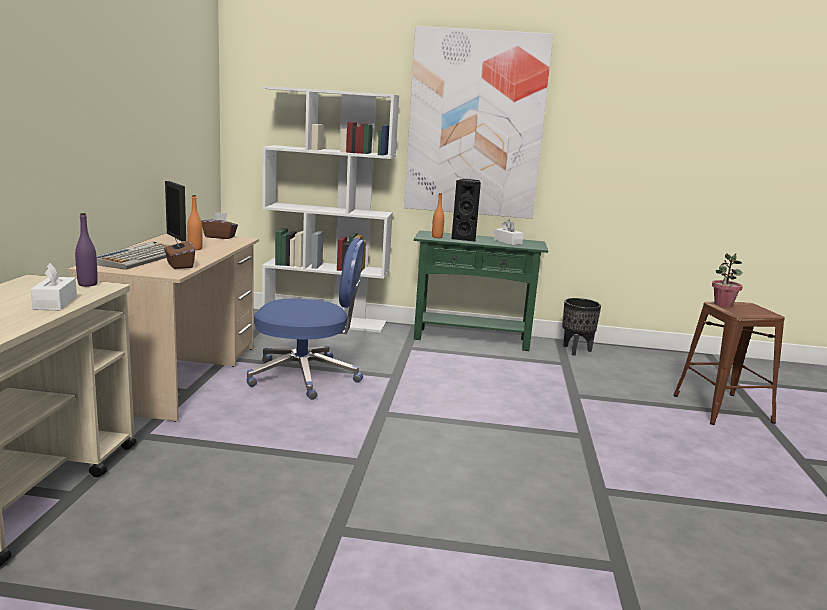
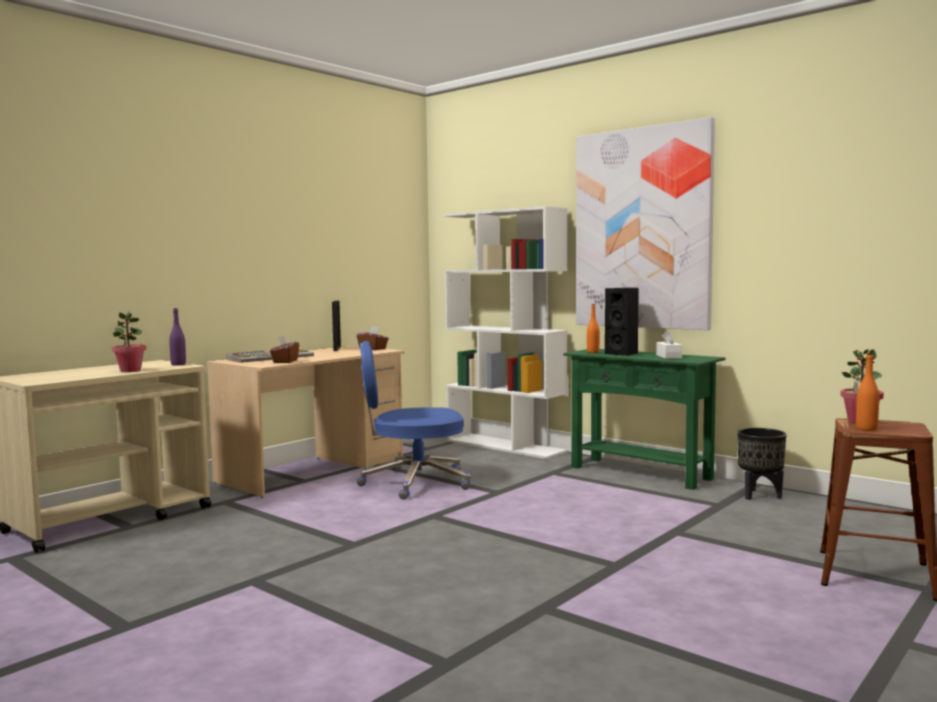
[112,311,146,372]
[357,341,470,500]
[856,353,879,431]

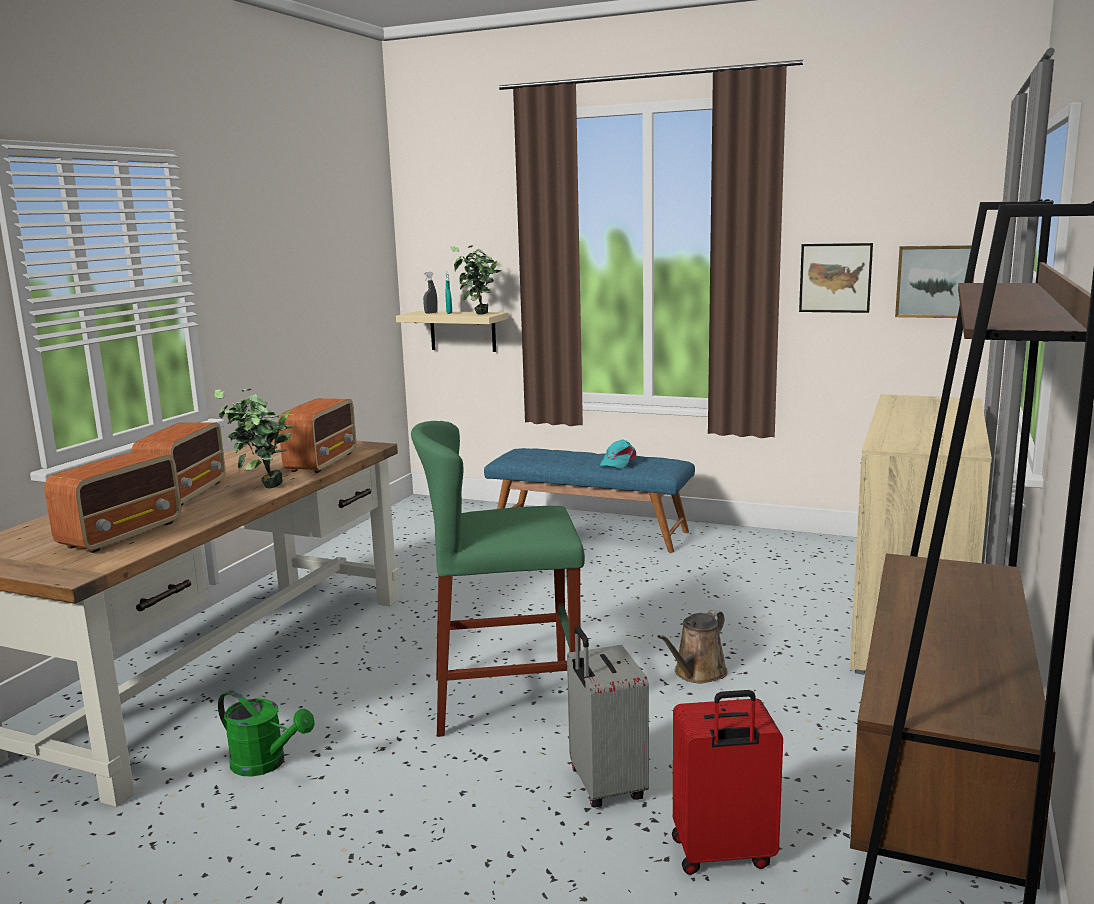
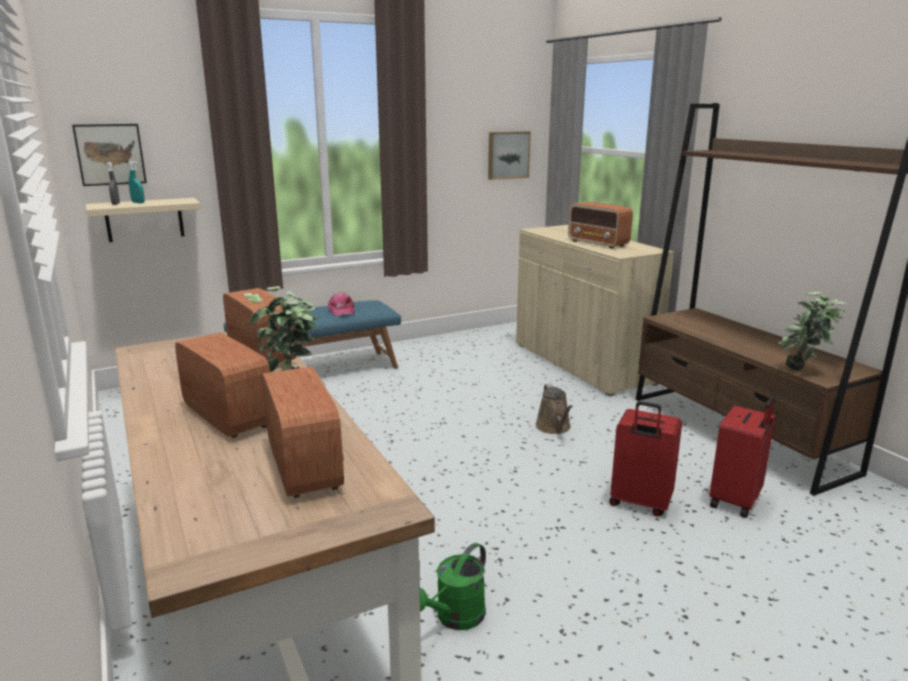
[72,124,147,186]
[328,292,355,316]
[420,543,486,630]
[568,202,633,249]
[609,401,682,516]
[778,292,848,370]
[411,421,585,737] (first image)

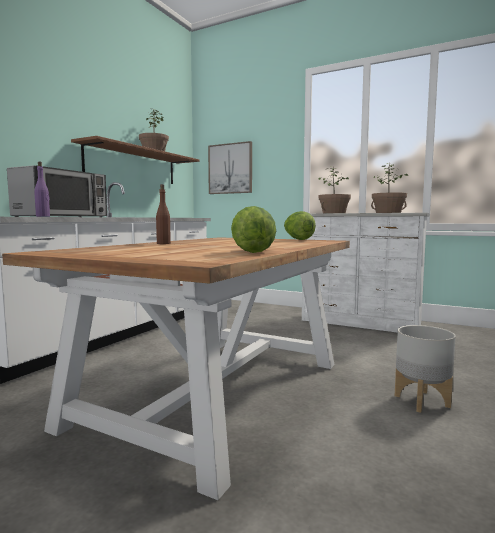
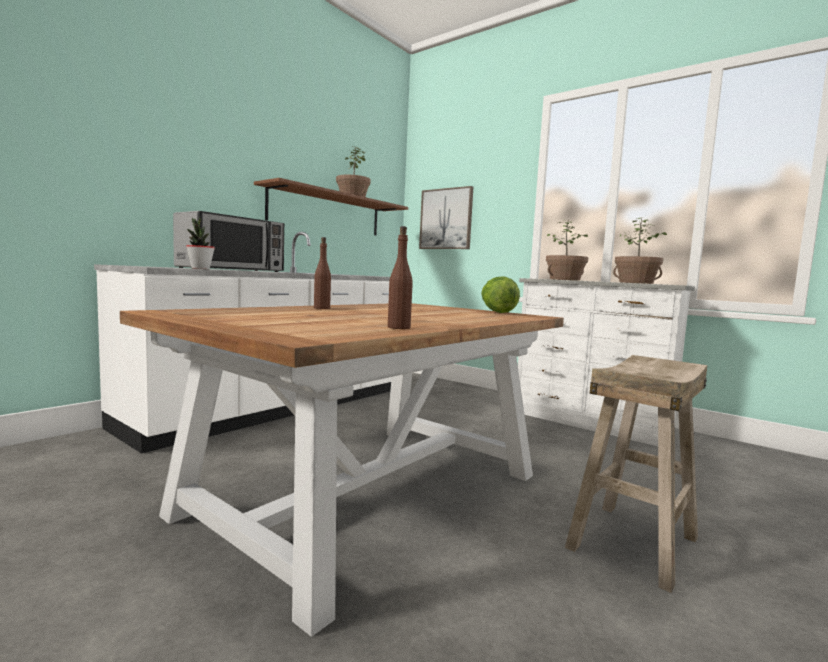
[186,218,215,270]
[388,226,413,329]
[565,355,707,593]

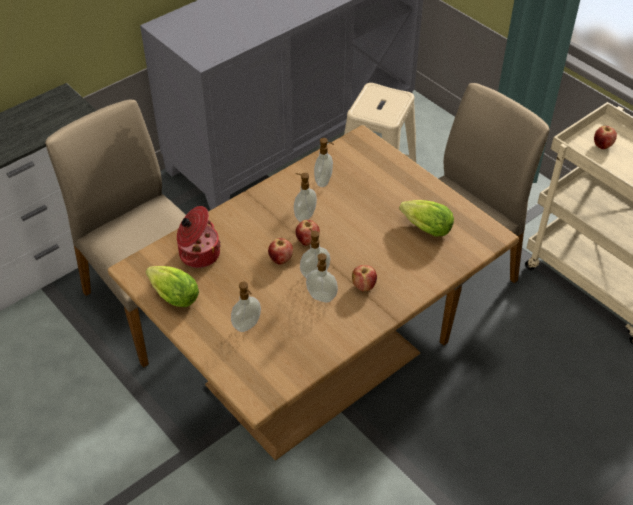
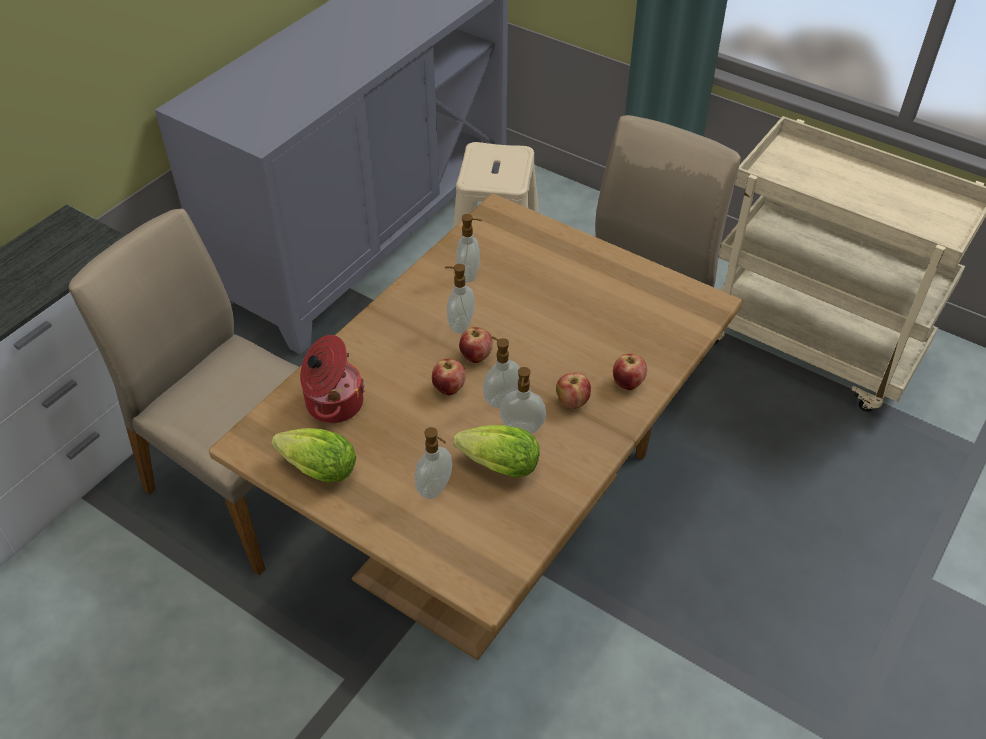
[453,425,540,478]
[613,354,647,390]

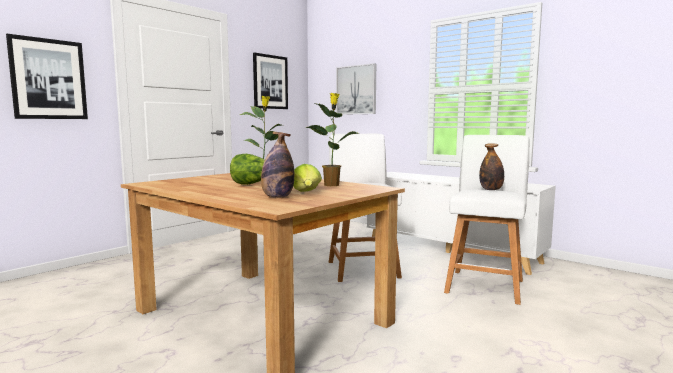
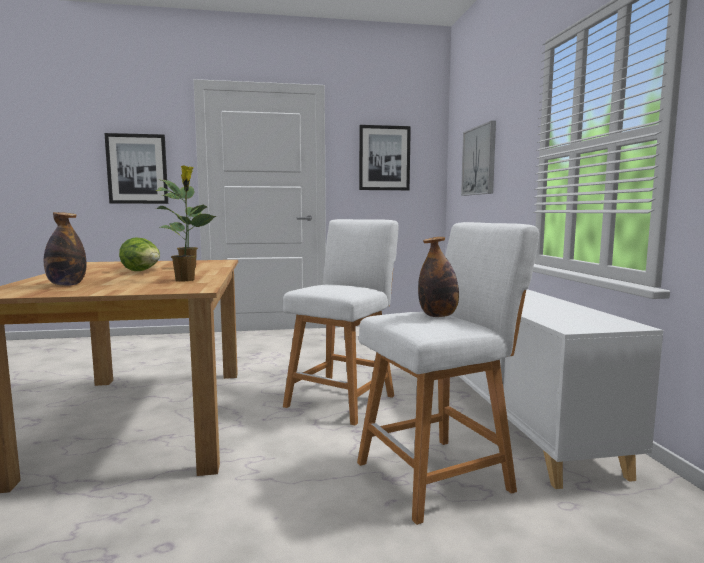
[293,164,322,192] (first image)

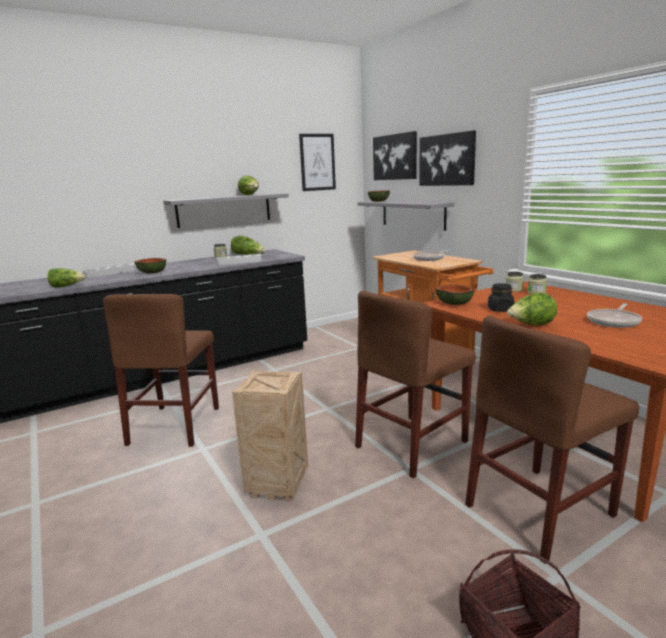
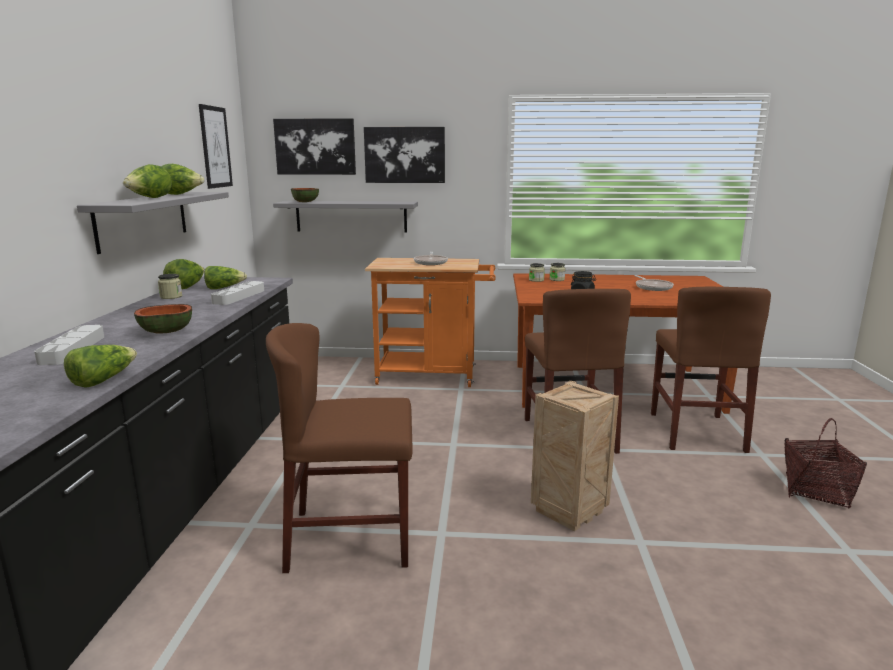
[123,164,172,198]
[266,323,413,573]
[436,285,474,305] (first image)

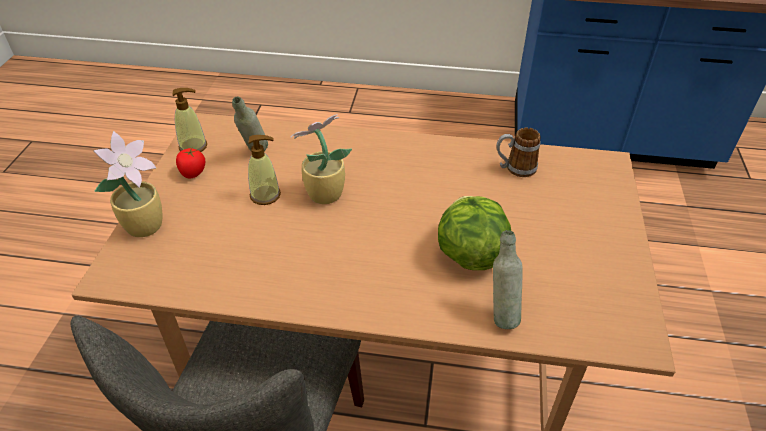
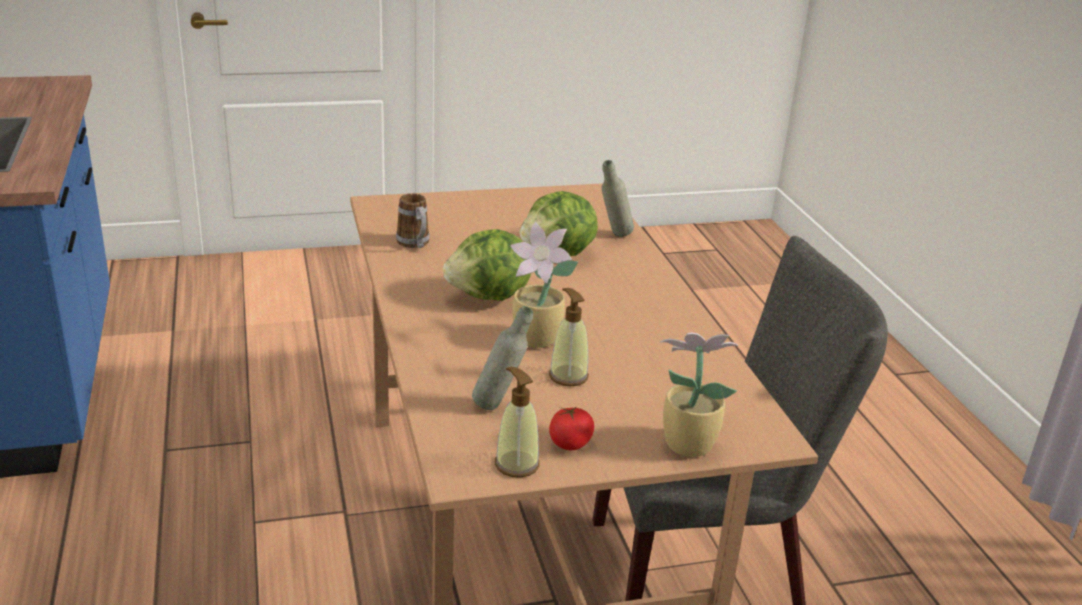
[443,229,531,301]

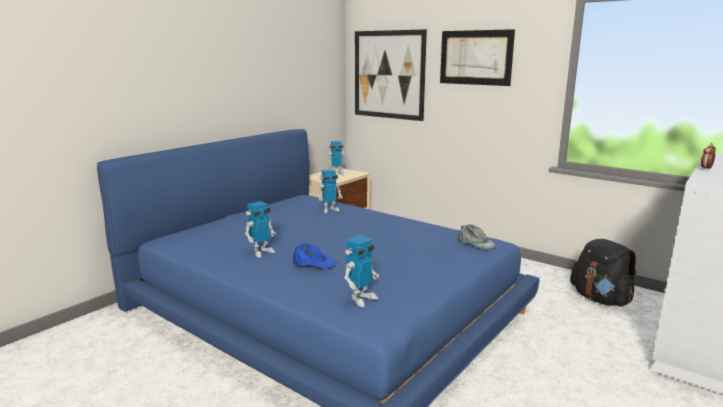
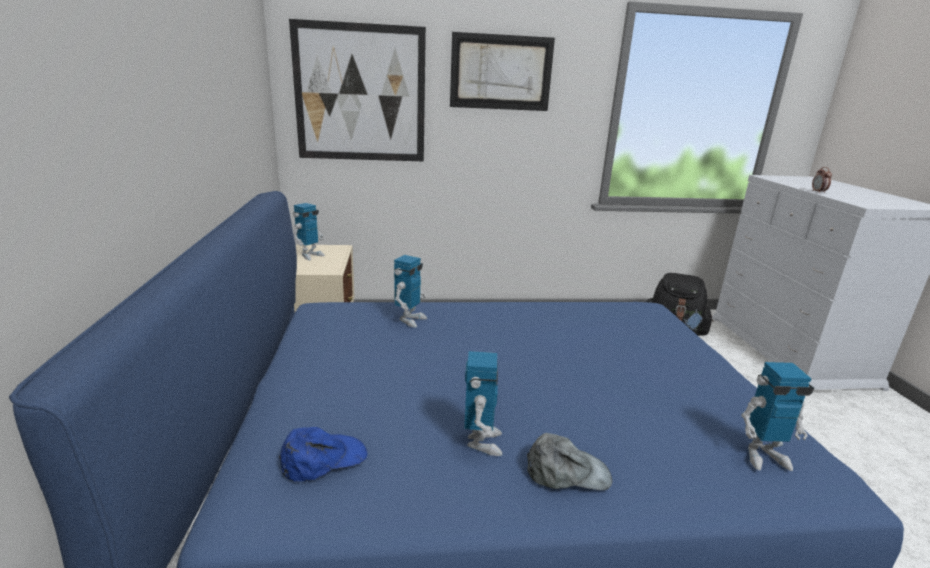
[279,427,367,481]
[527,433,612,490]
[741,362,814,471]

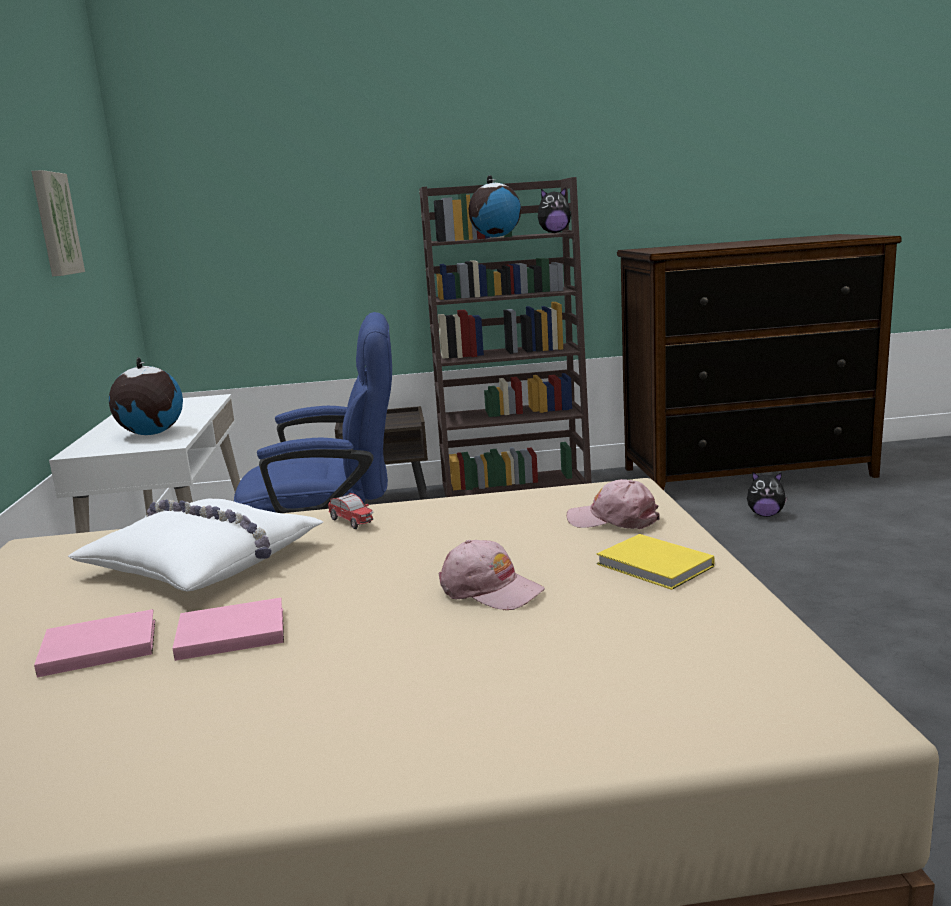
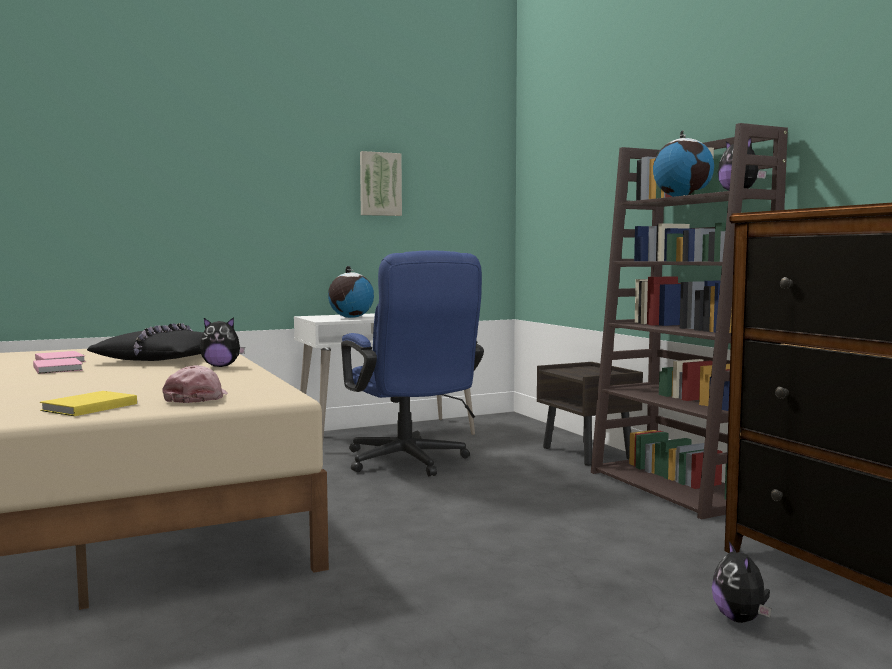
[87,323,204,361]
[200,317,245,367]
[439,540,545,610] (first image)

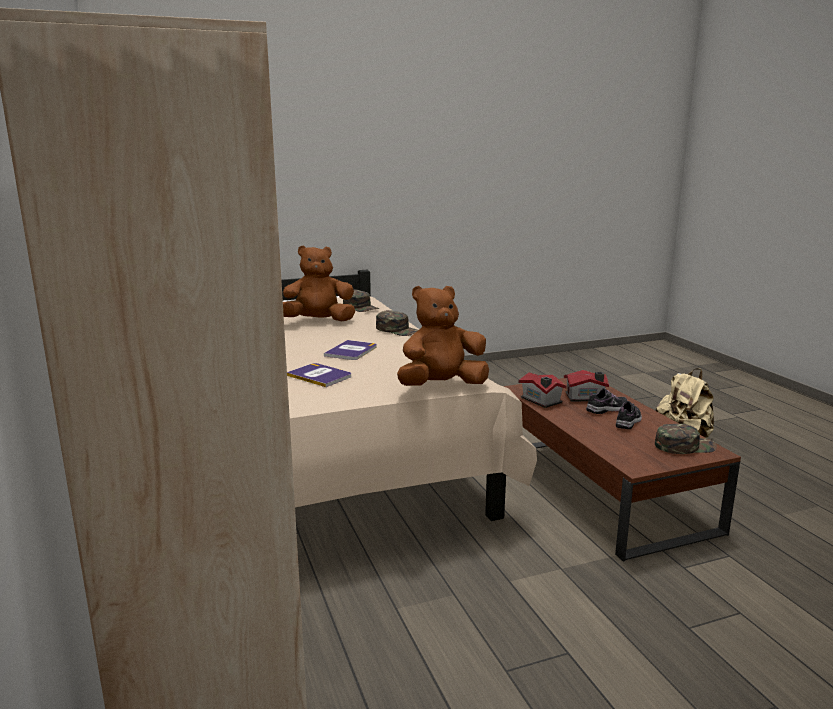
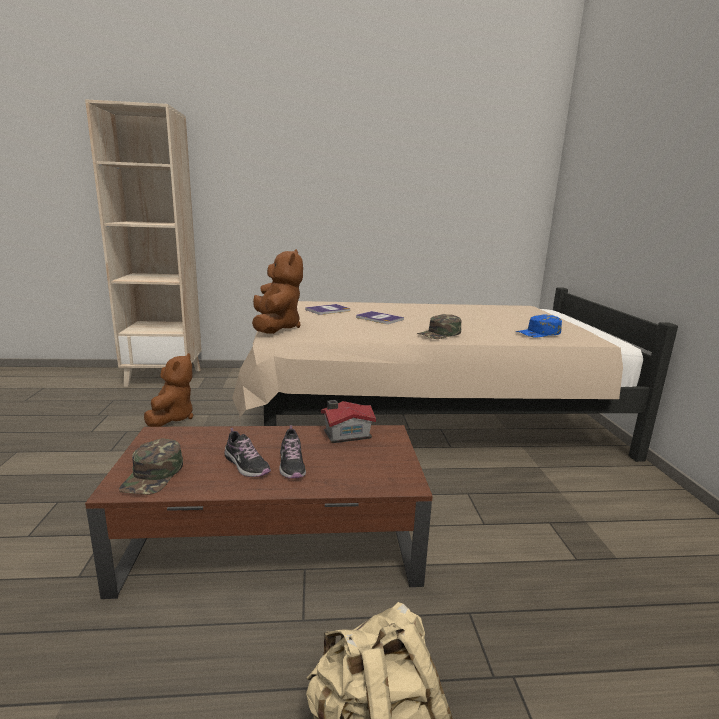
[144,353,193,427]
[515,315,562,338]
[564,370,609,401] (first image)

